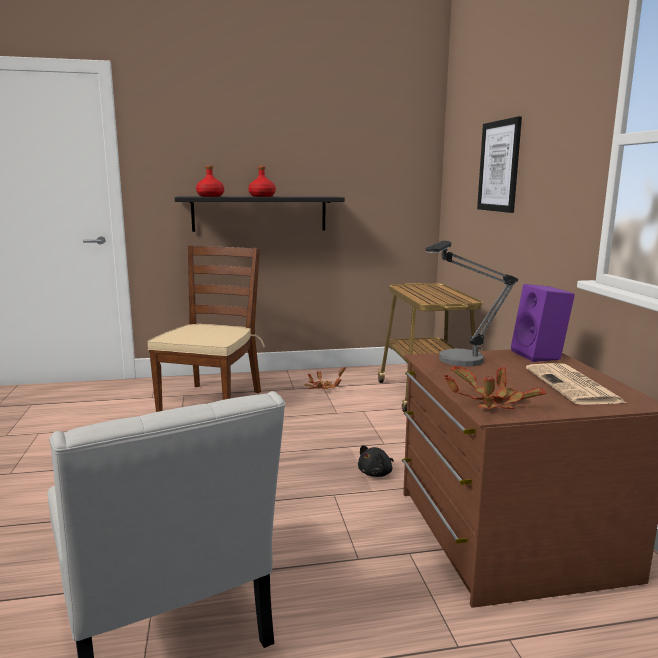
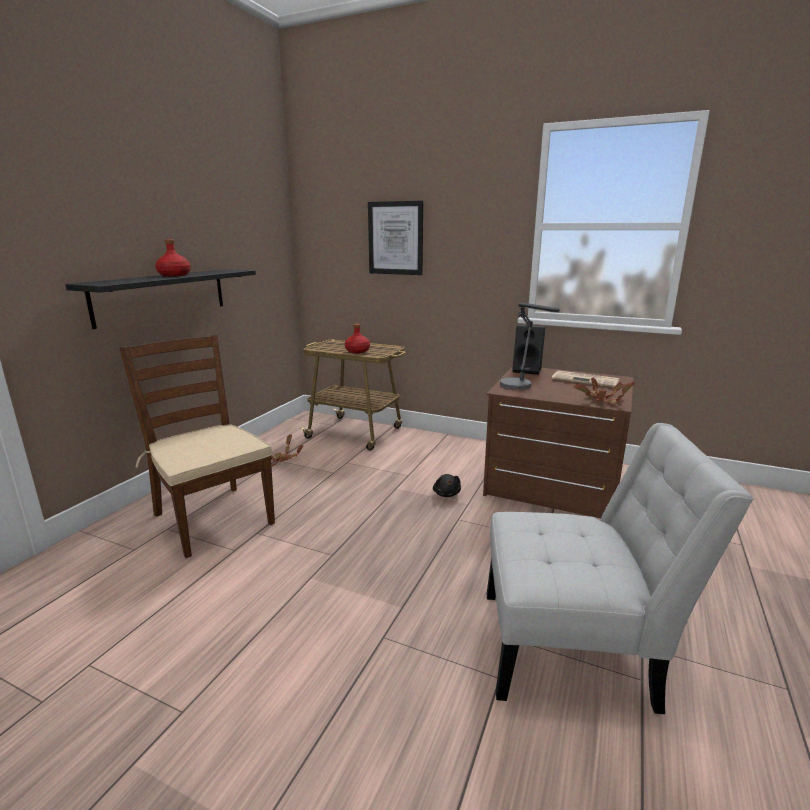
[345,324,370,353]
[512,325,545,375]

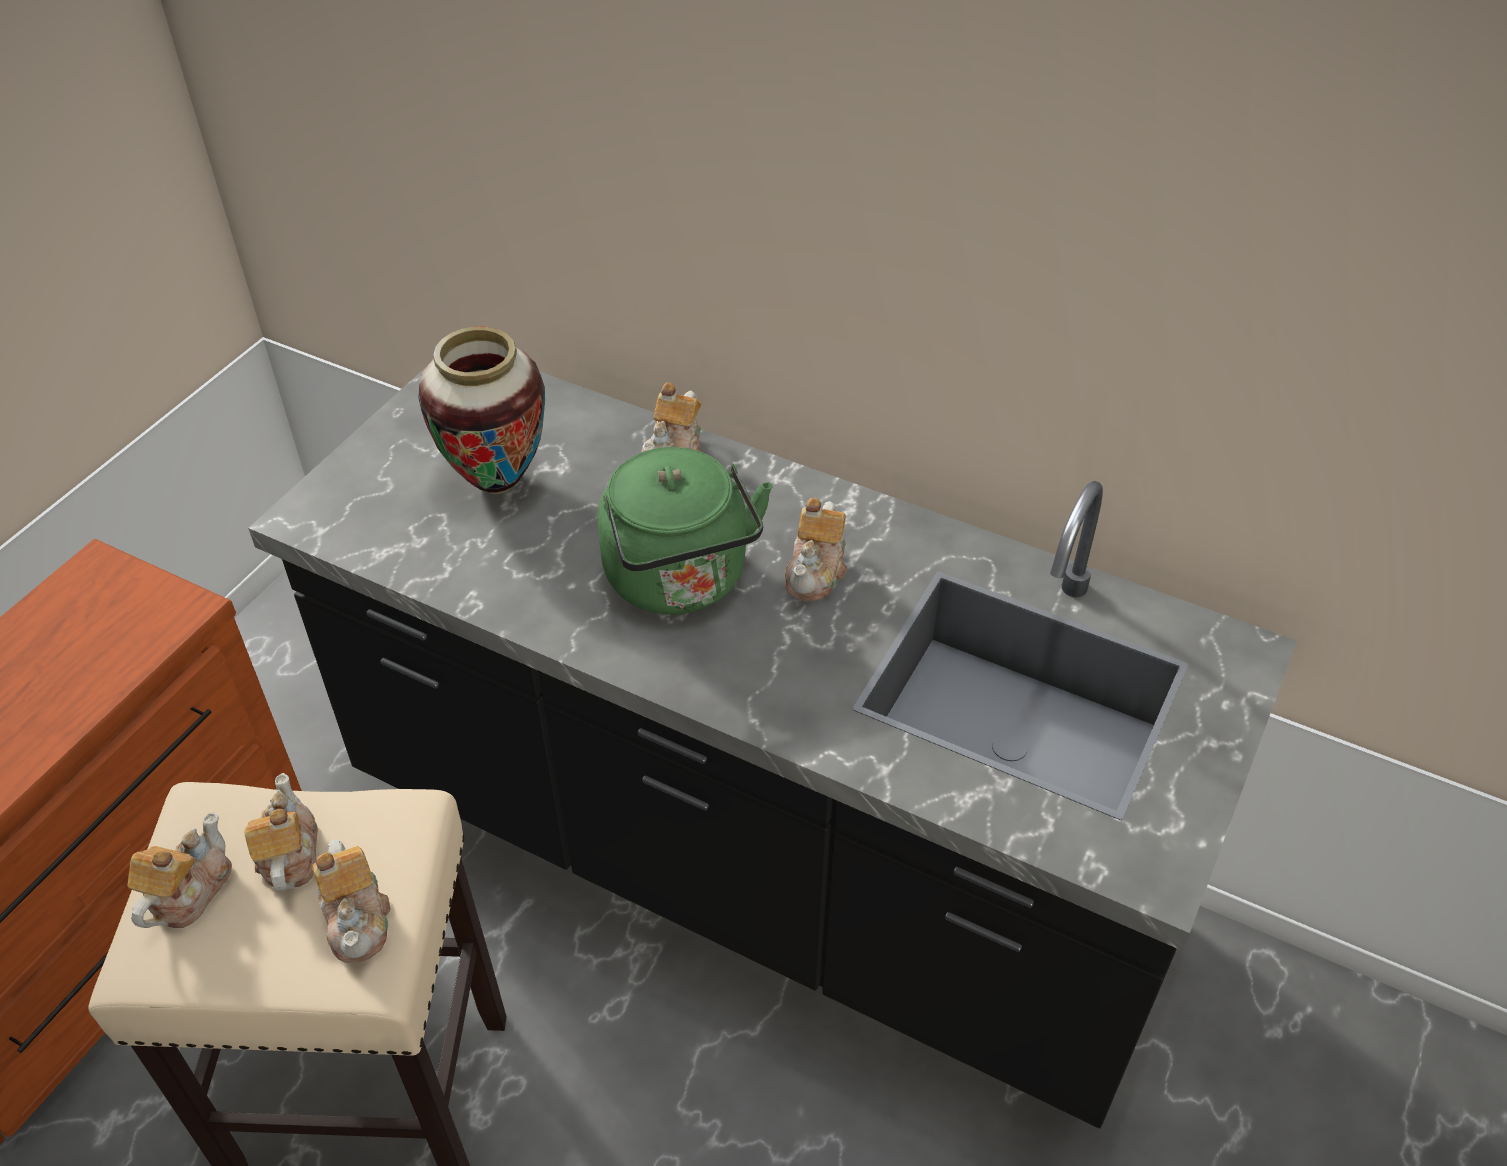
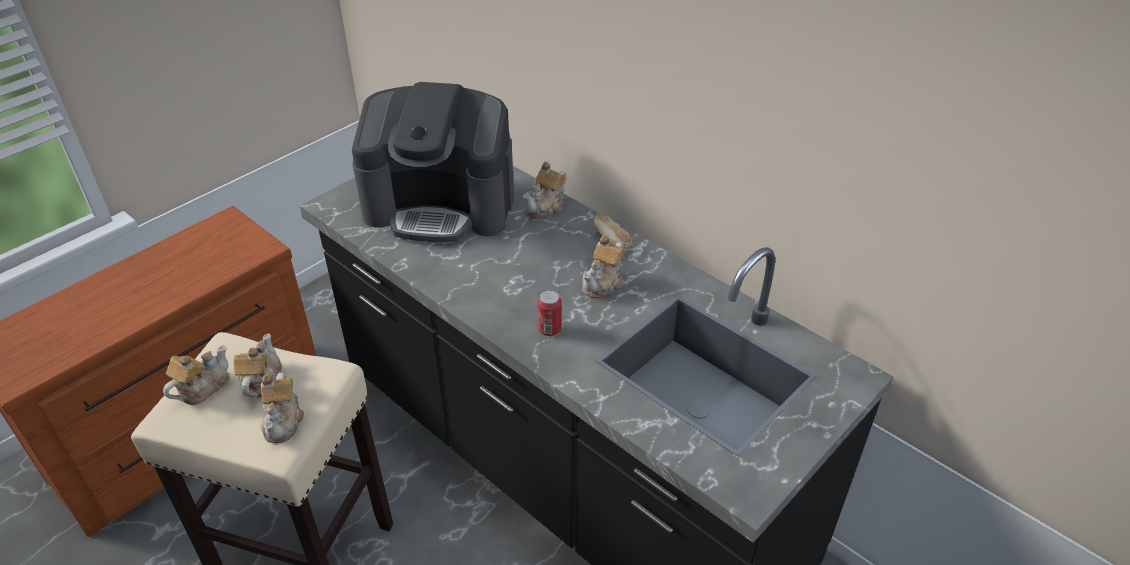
[352,82,514,242]
[537,290,562,336]
[593,214,632,249]
[598,447,772,615] (first image)

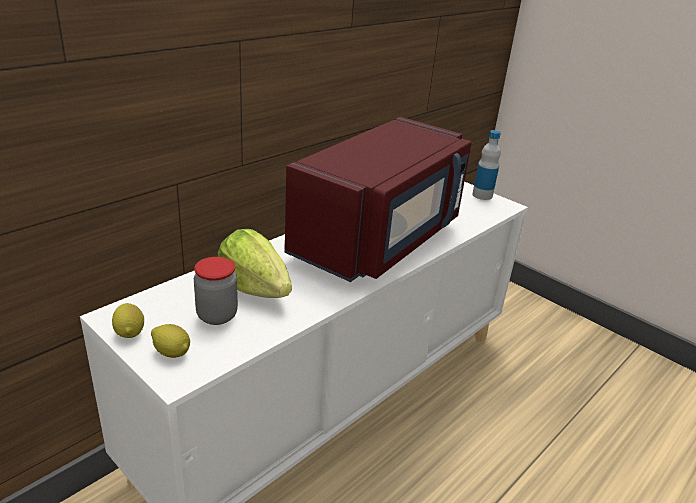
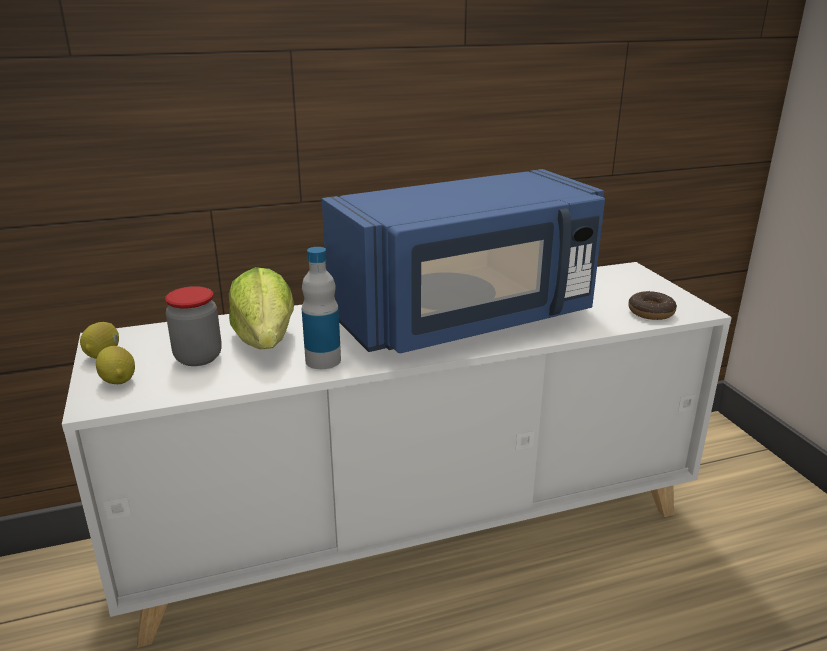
[302,247,341,369]
[322,169,605,353]
[628,291,677,320]

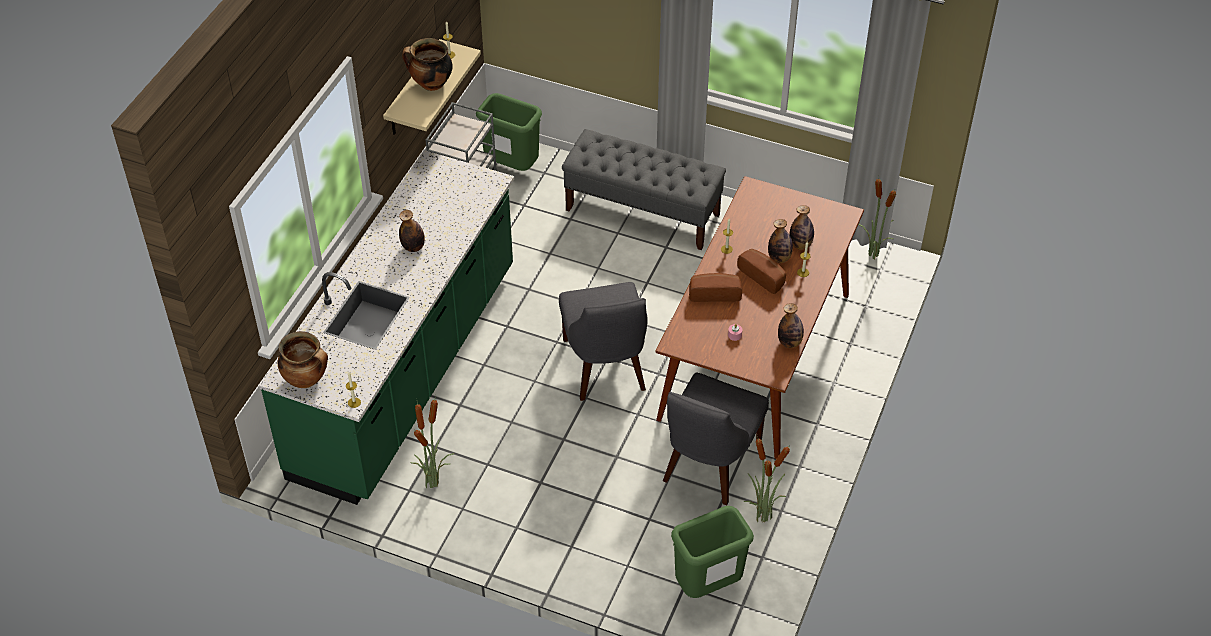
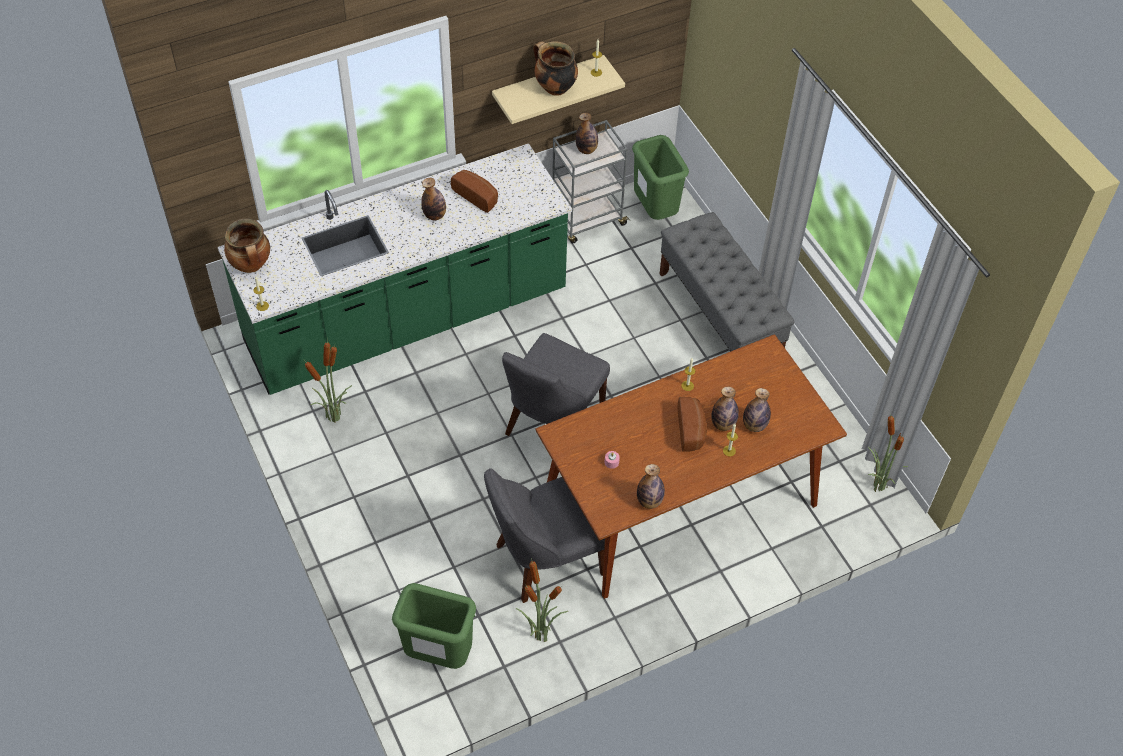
[451,170,498,213]
[576,113,598,154]

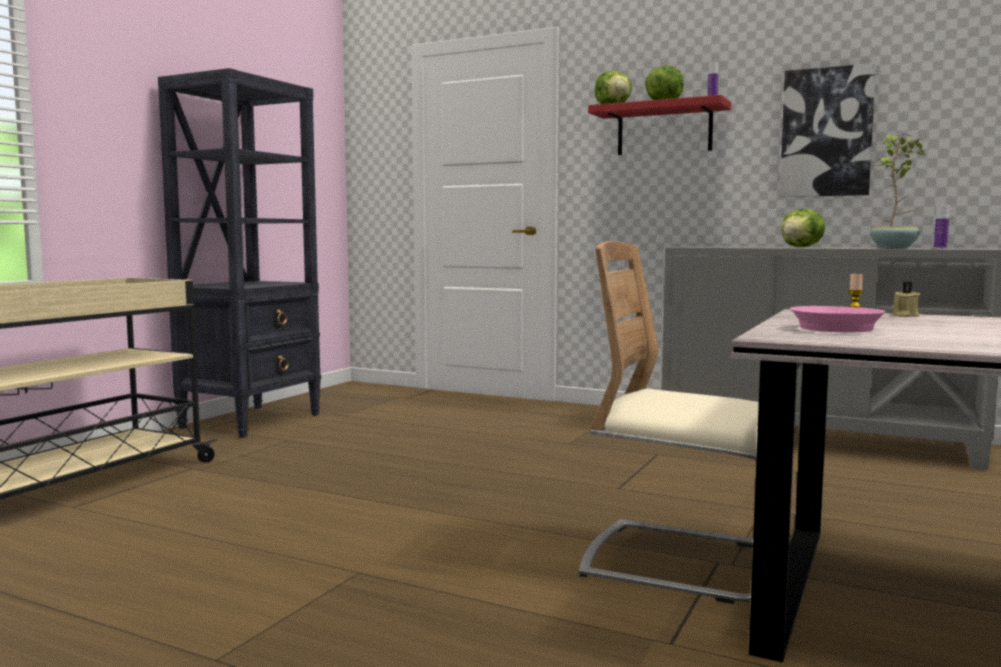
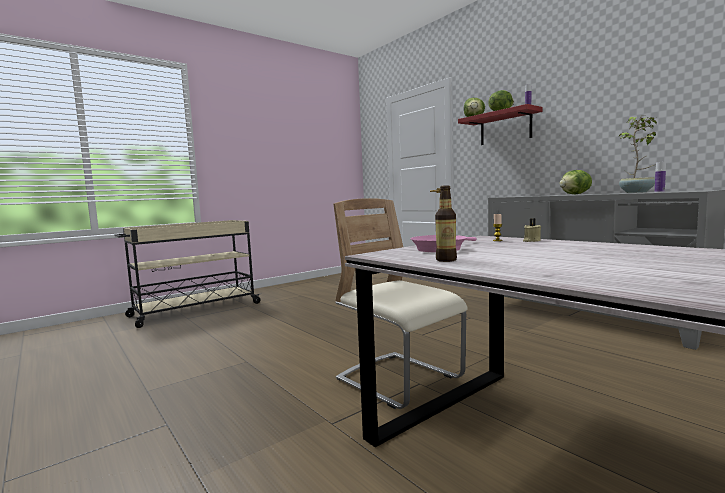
[435,185,457,262]
[158,68,321,438] (first image)
[780,63,876,197] (first image)

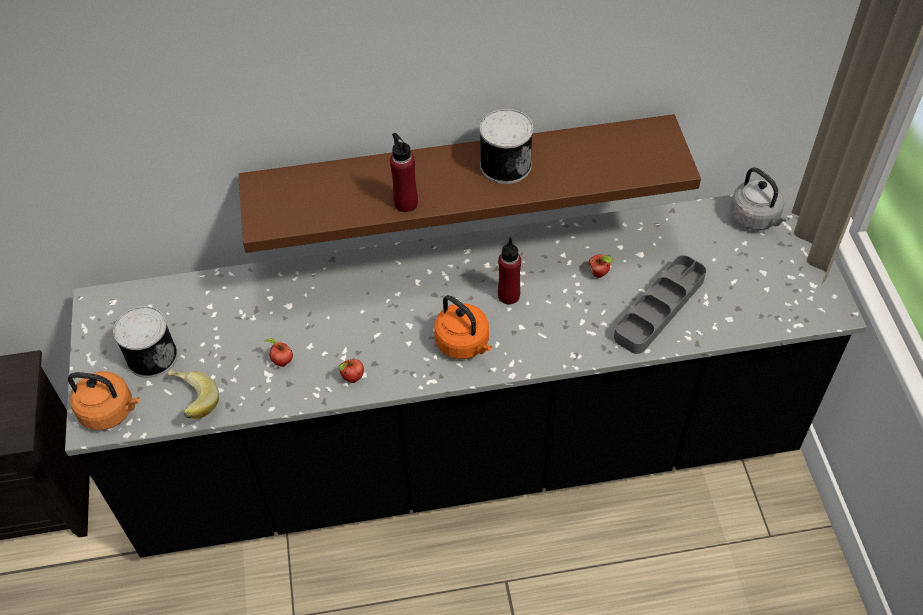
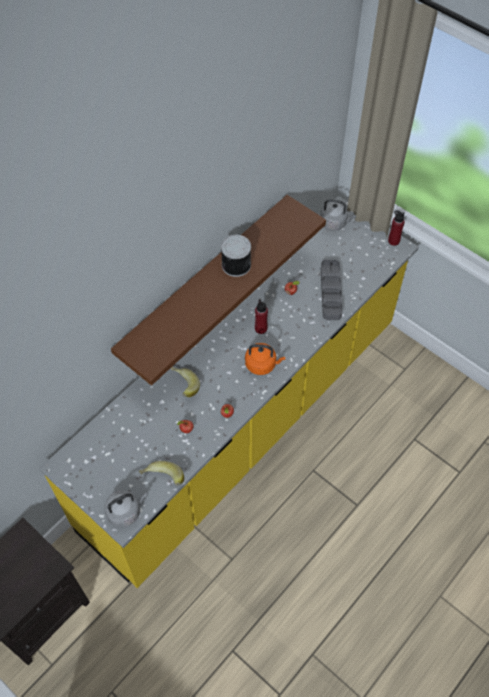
[39,196,419,588]
[104,491,148,527]
[171,366,200,397]
[388,211,405,246]
[113,306,178,378] (first image)

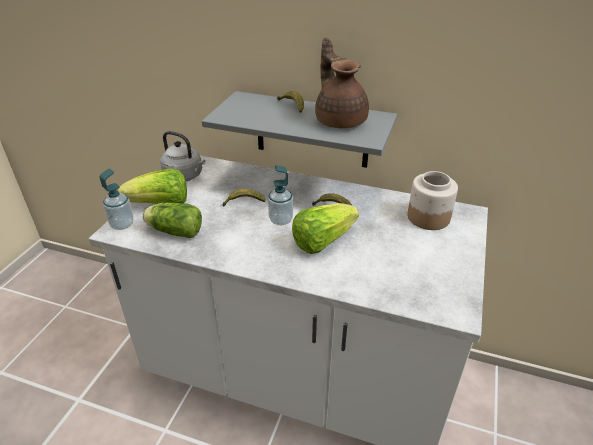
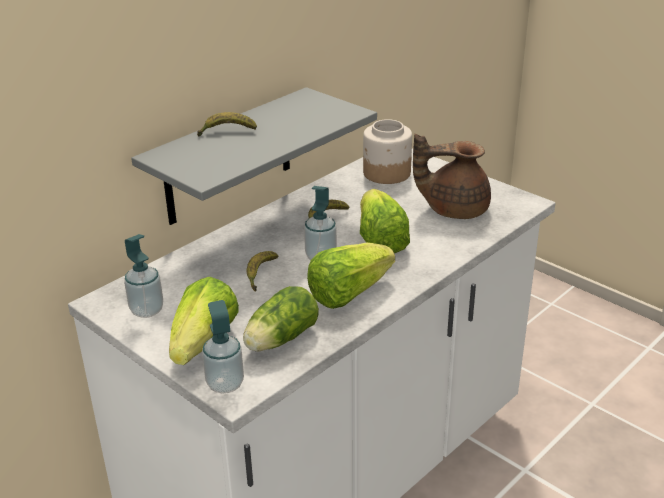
[124,234,163,318]
[307,243,395,309]
[413,133,491,219]

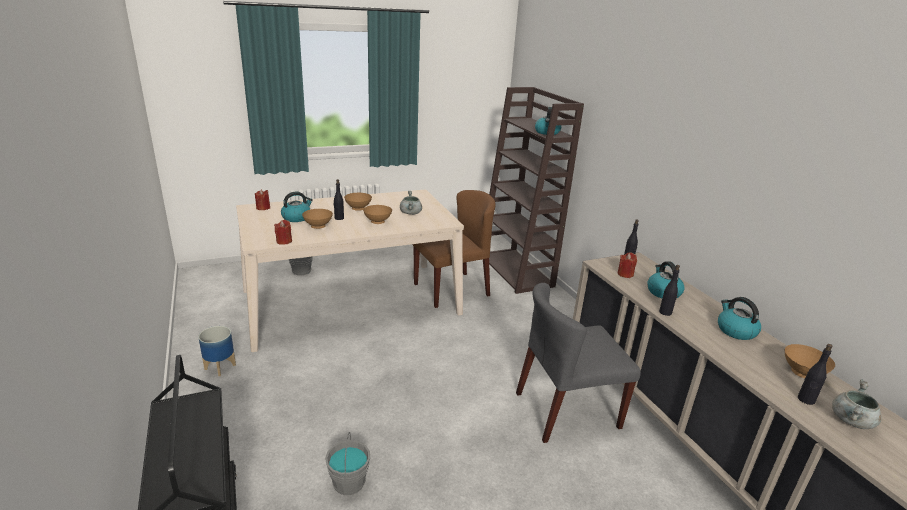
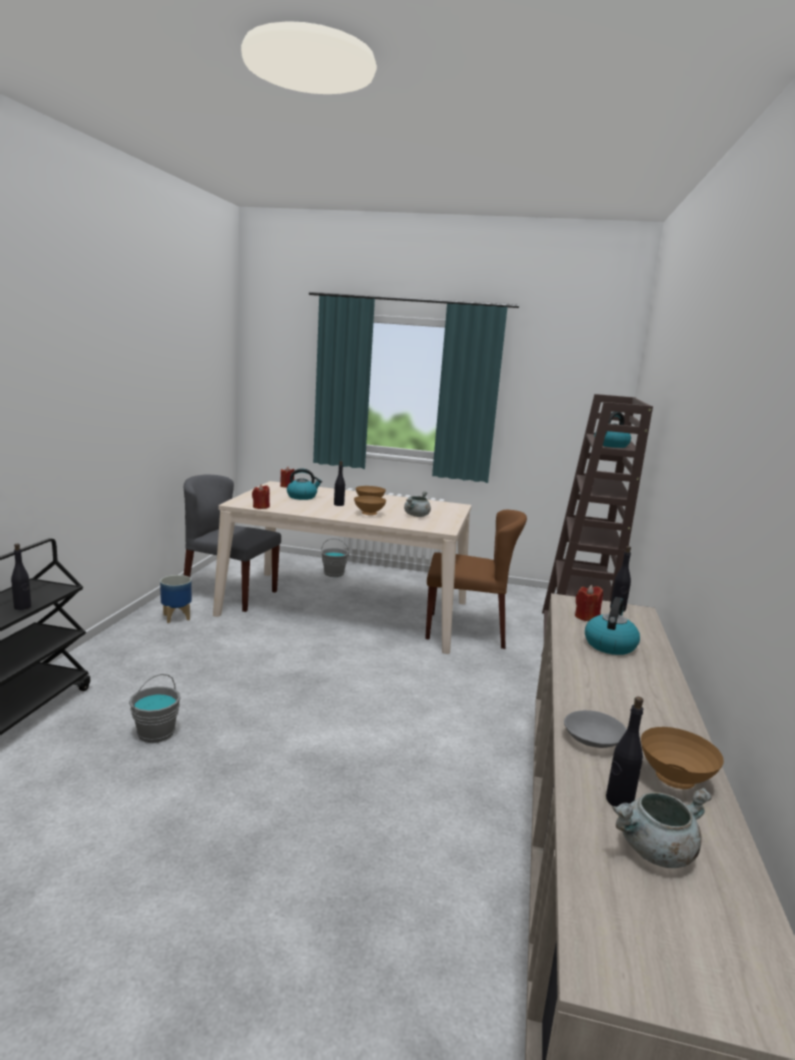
[11,544,31,610]
[184,475,281,612]
[564,710,627,748]
[302,209,333,229] (first image)
[718,297,761,340] (first image)

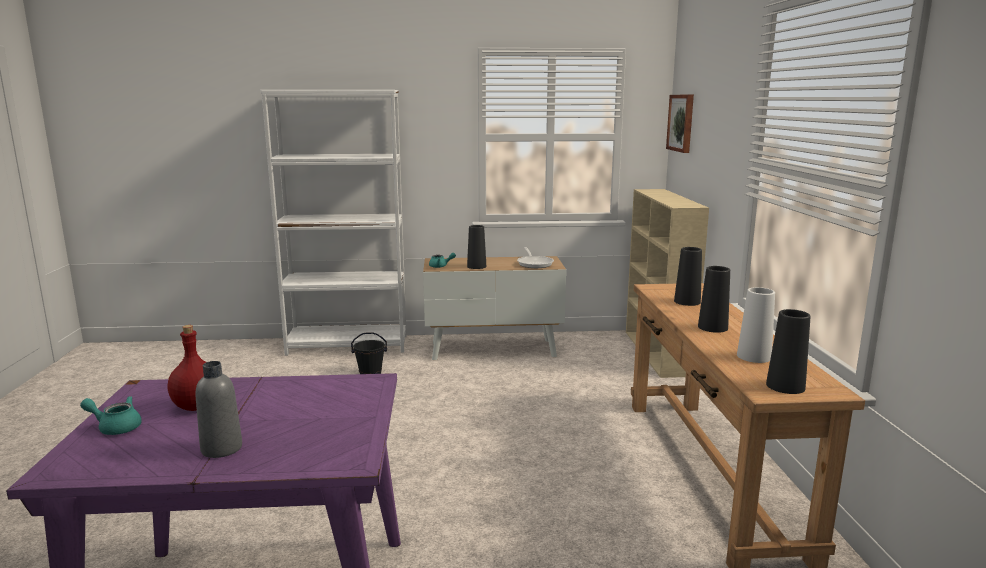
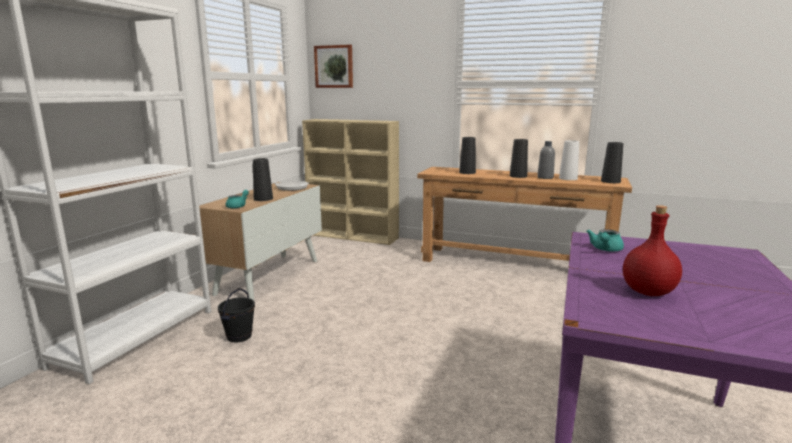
[537,141,555,179]
[586,229,624,252]

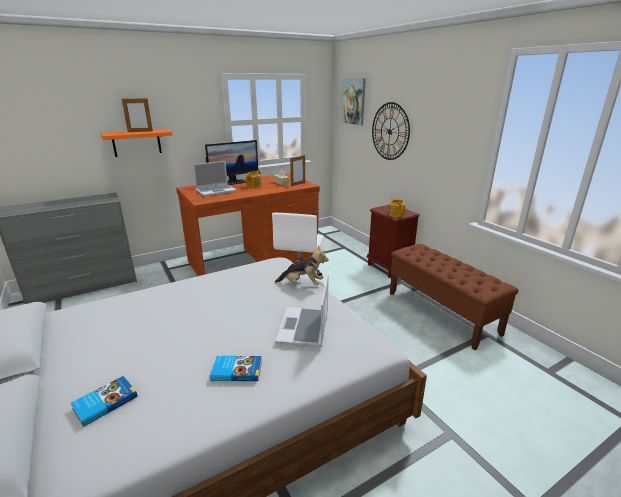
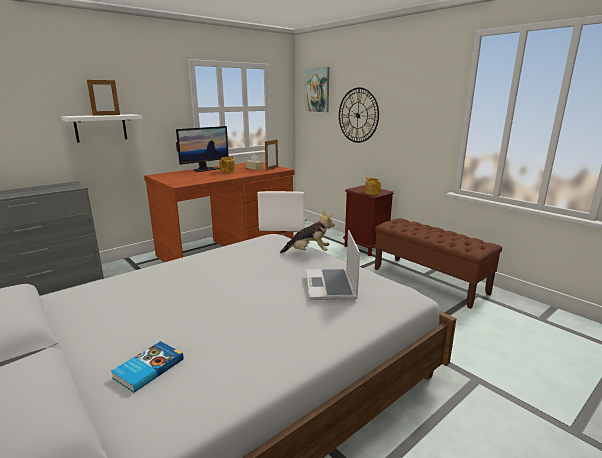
[61,114,142,143]
[193,161,237,197] (first image)
[210,356,262,381] (first image)

